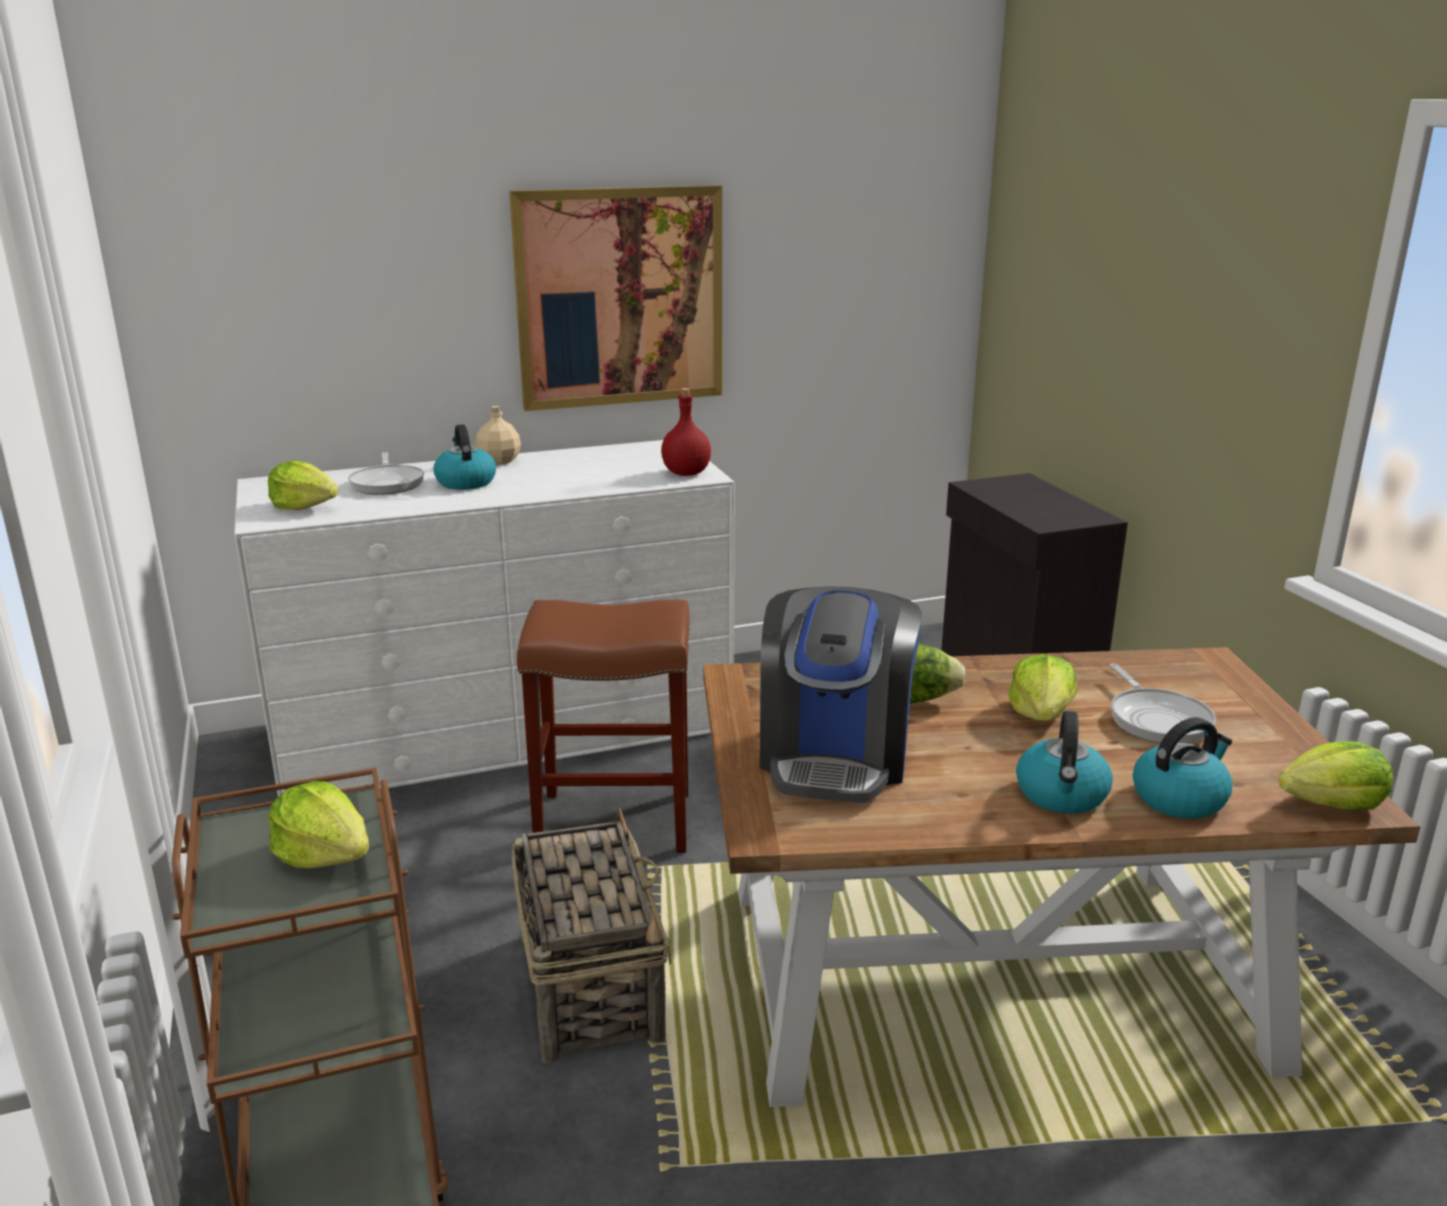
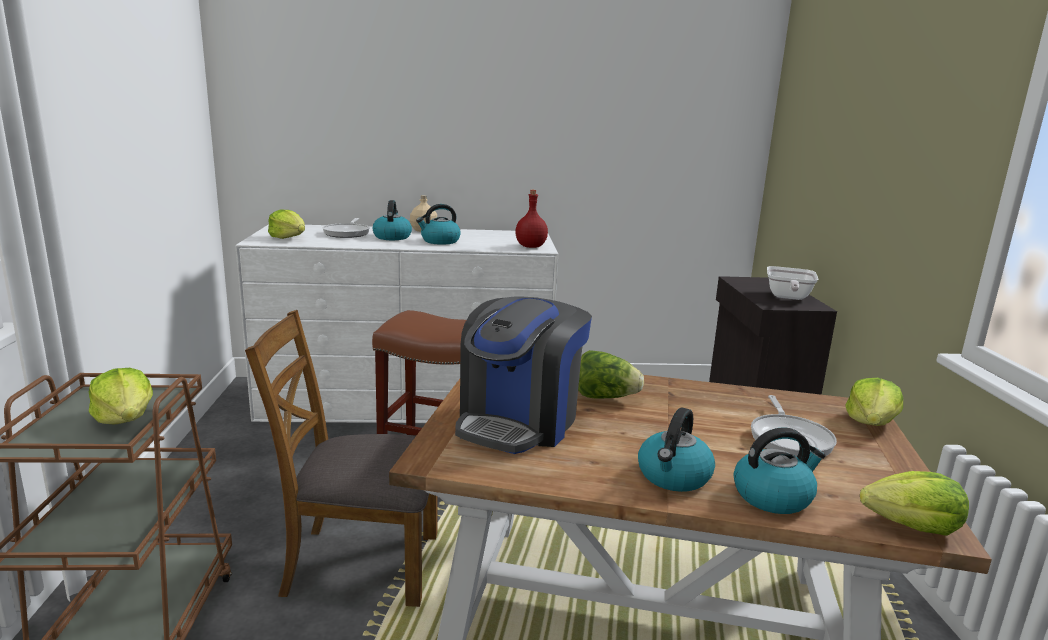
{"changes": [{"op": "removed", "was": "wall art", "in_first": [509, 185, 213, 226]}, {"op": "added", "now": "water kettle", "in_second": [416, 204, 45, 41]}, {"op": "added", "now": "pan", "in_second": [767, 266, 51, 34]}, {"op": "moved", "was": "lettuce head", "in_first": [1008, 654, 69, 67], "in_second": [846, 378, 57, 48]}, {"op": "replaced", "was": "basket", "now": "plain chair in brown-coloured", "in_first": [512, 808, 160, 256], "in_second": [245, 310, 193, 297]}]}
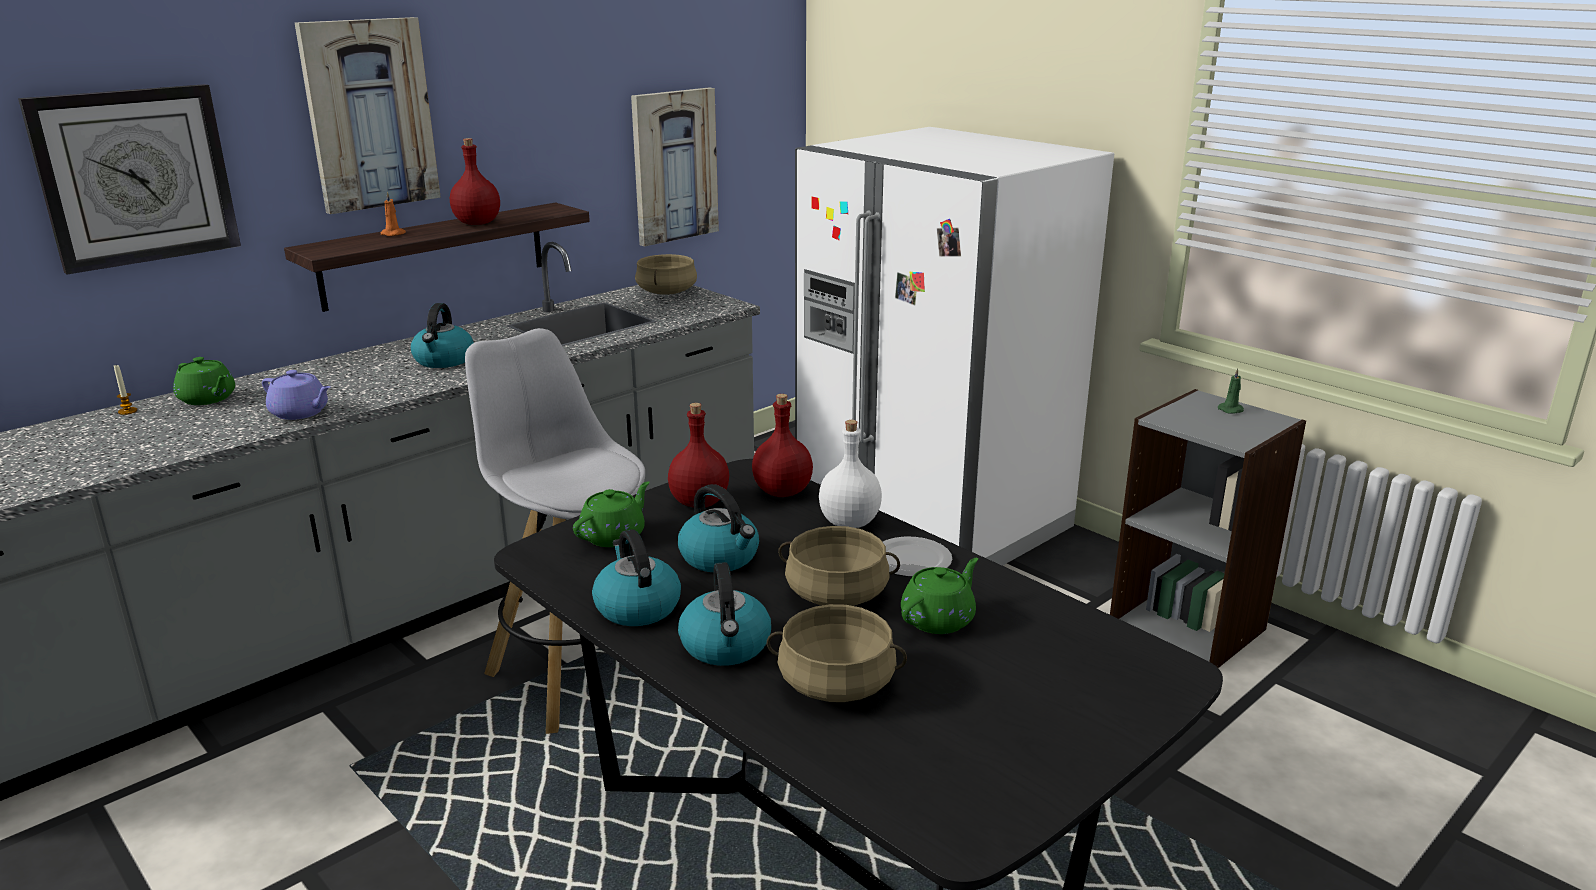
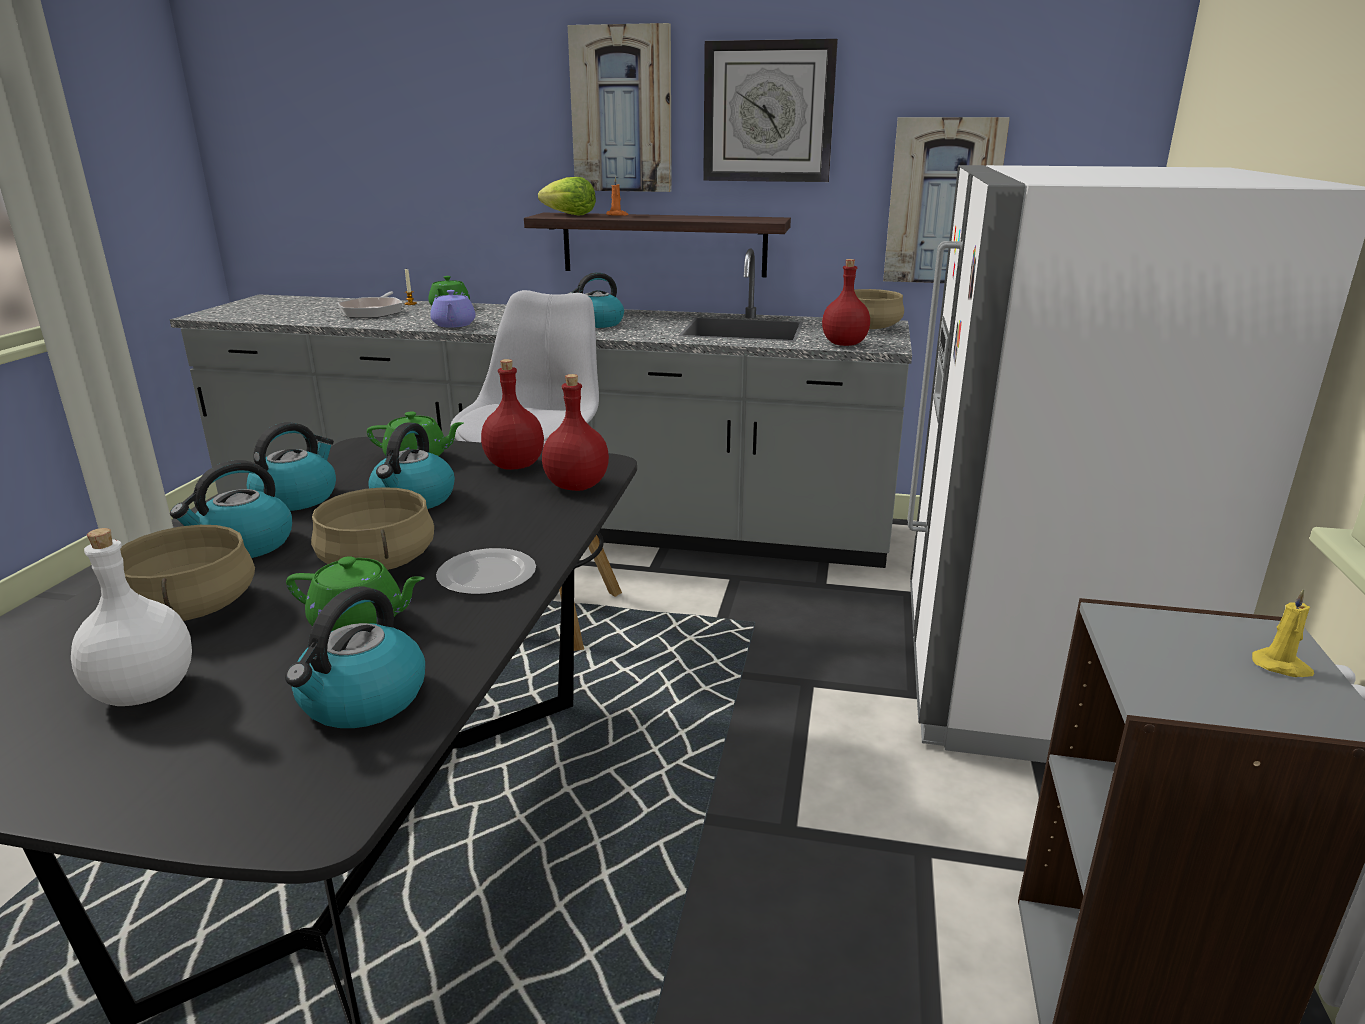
{"changes": [{"op": "added", "now": "water kettle", "in_second": [285, 587, 140, 141]}, {"op": "added", "now": "pan", "in_second": [338, 291, 64, 27]}, {"op": "added", "now": "lettuce head", "in_second": [538, 177, 58, 38]}, {"op": "moved", "was": "hanging clock", "in_first": [18, 84, 223, 190], "in_second": [703, 39, 135, 143]}, {"op": "moved", "was": "beverage bottle in red-coloured", "in_first": [450, 138, 50, 87], "in_second": [822, 259, 48, 87]}, {"op": "moved", "was": "beverage bottle in whitish", "in_first": [819, 420, 63, 108], "in_second": [71, 528, 121, 178]}, {"op": "recoloured", "was": "wax light in green-coloured", "now": "wax light in yellow-coloured", "in_first": [1218, 368, 26, 46], "in_second": [1252, 589, 62, 88]}]}
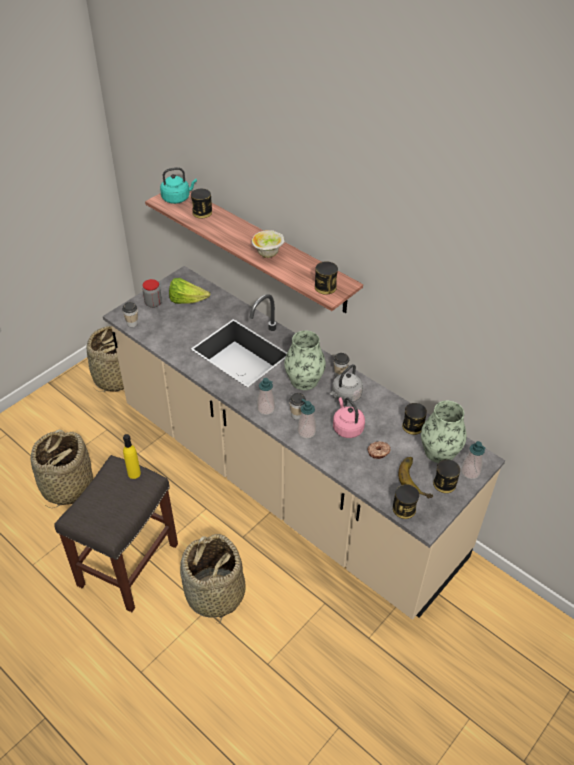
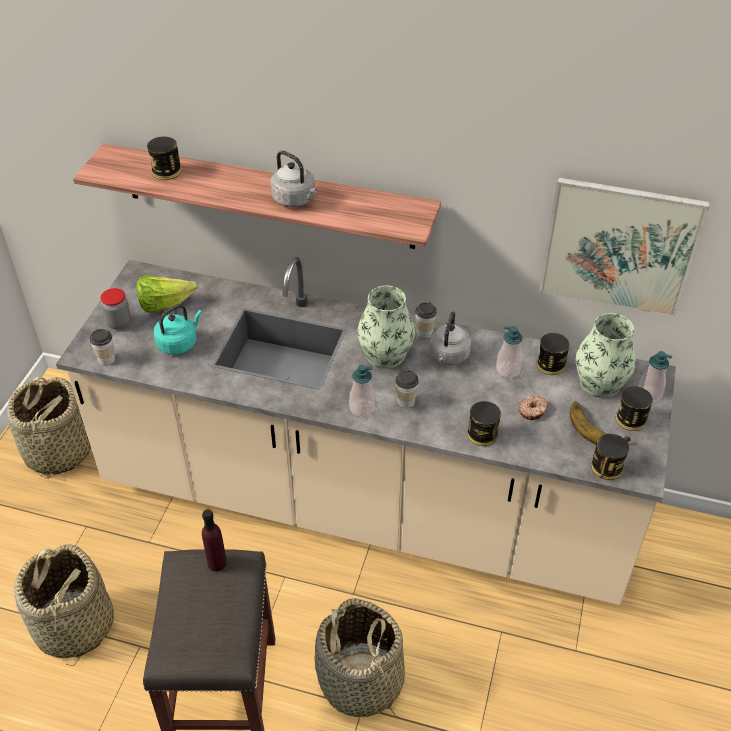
{"changes": [{"op": "removed", "was": "water kettle in pink", "in_first": [333, 397, 32, 41]}, {"op": "added", "now": "wall art", "in_second": [539, 177, 171, 141]}, {"op": "moved", "was": "water kettle in turquoise-coloured", "in_first": [160, 167, 37, 37], "in_second": [154, 304, 48, 51]}, {"op": "moved", "was": "soap bottle", "in_first": [297, 399, 19, 40], "in_second": [496, 326, 26, 52]}, {"op": "moved", "was": "can", "in_first": [315, 261, 23, 34], "in_second": [467, 401, 34, 45]}, {"op": "replaced", "was": "deep dish", "now": "water kettle in grey", "in_first": [252, 230, 33, 28], "in_second": [271, 150, 46, 57]}, {"op": "recoloured", "was": "beverage bottle in yellow-coloured", "now": "beverage bottle in purple", "in_first": [123, 434, 18, 45], "in_second": [202, 509, 25, 63]}]}
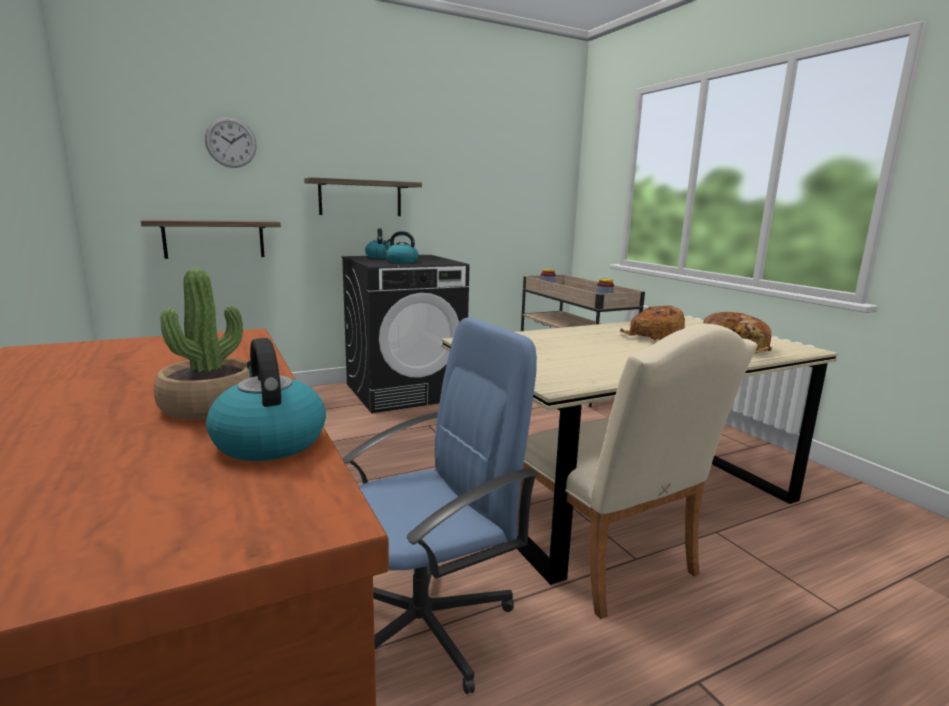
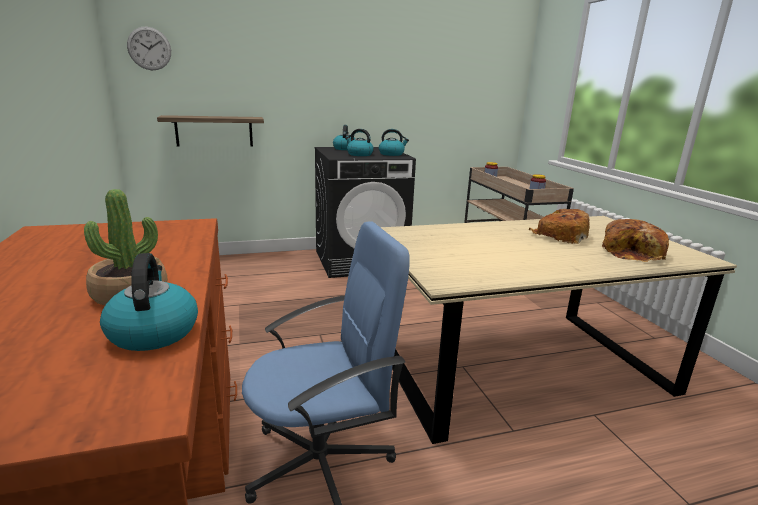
{"changes": [{"op": "removed", "was": "bracket shelf", "in_first": [304, 177, 118, 39]}, {"op": "removed", "was": "plain chair in beige-coloured", "in_first": [517, 324, 241, 295]}, {"op": "added", "now": "water kettle", "in_second": [379, 129, 30, 27]}, {"op": "moved", "was": "hanging clock", "in_first": [205, 117, 52, 51], "in_second": [127, 27, 44, 43]}]}
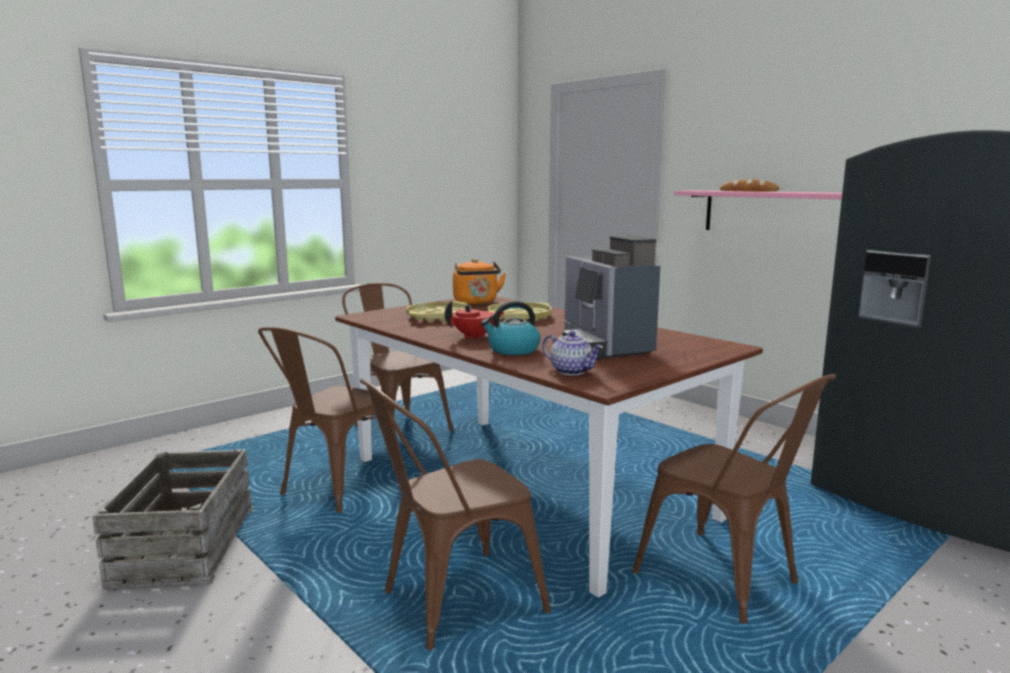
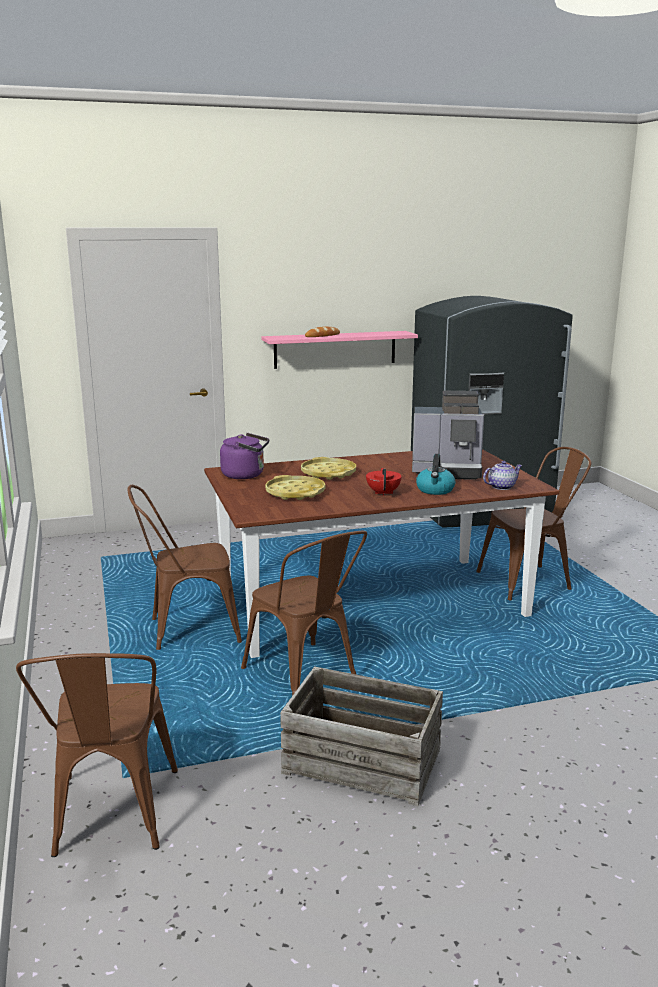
{"changes": [{"op": "moved", "was": "plain chair in brown-coloured", "in_first": [360, 378, 191, 272], "in_second": [16, 653, 162, 204]}, {"op": "recoloured", "was": "water kettle in orangey", "now": "water kettle in purple", "in_first": [453, 259, 53, 45], "in_second": [220, 433, 49, 46]}]}
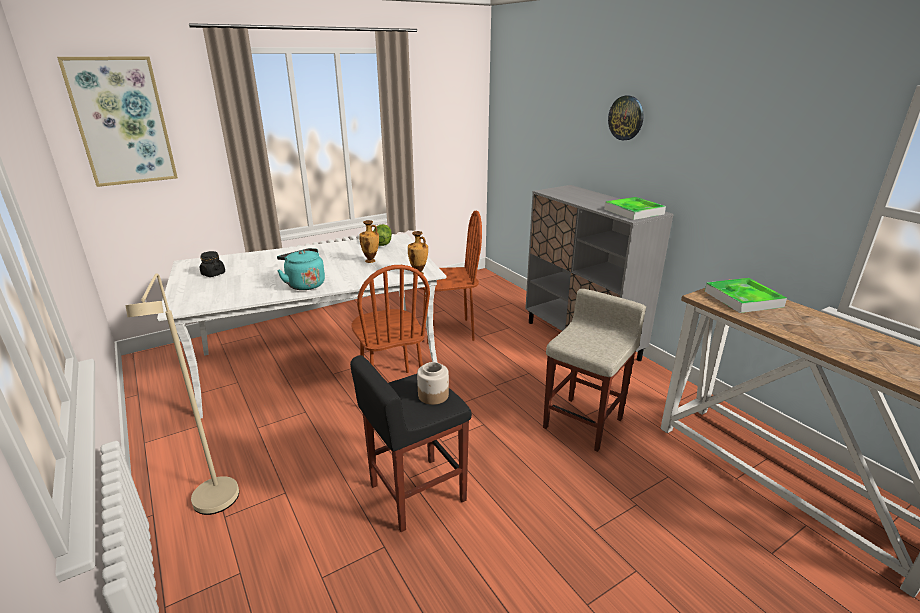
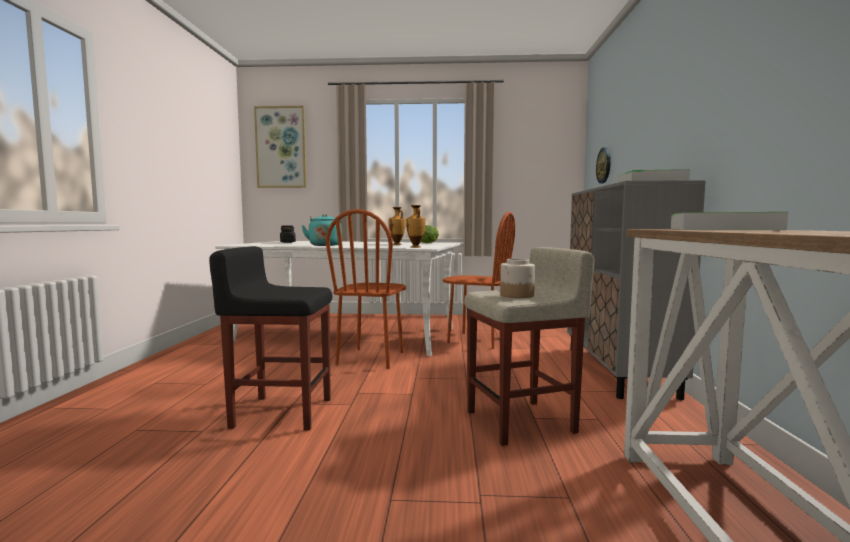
{"changes": [{"op": "removed", "was": "standard lamp in beige-coloured", "in_first": [125, 274, 114, 241]}, {"op": "moved", "was": "storage jar", "in_first": [417, 362, 32, 43], "in_second": [500, 259, 35, 39]}, {"op": "moved", "was": "hanging clock", "in_first": [608, 95, 36, 45], "in_second": [596, 148, 15, 36]}]}
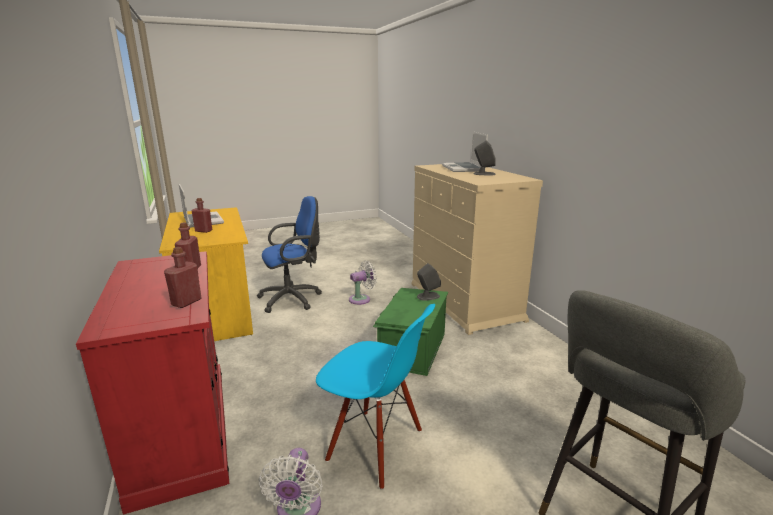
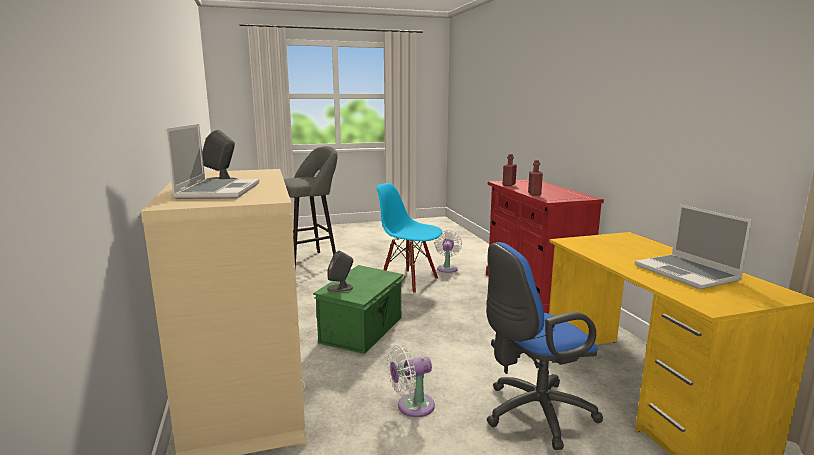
{"changes": [{"op": "removed", "was": "beverage bottle in red-coloured", "in_first": [192, 198, 20, 35]}]}
